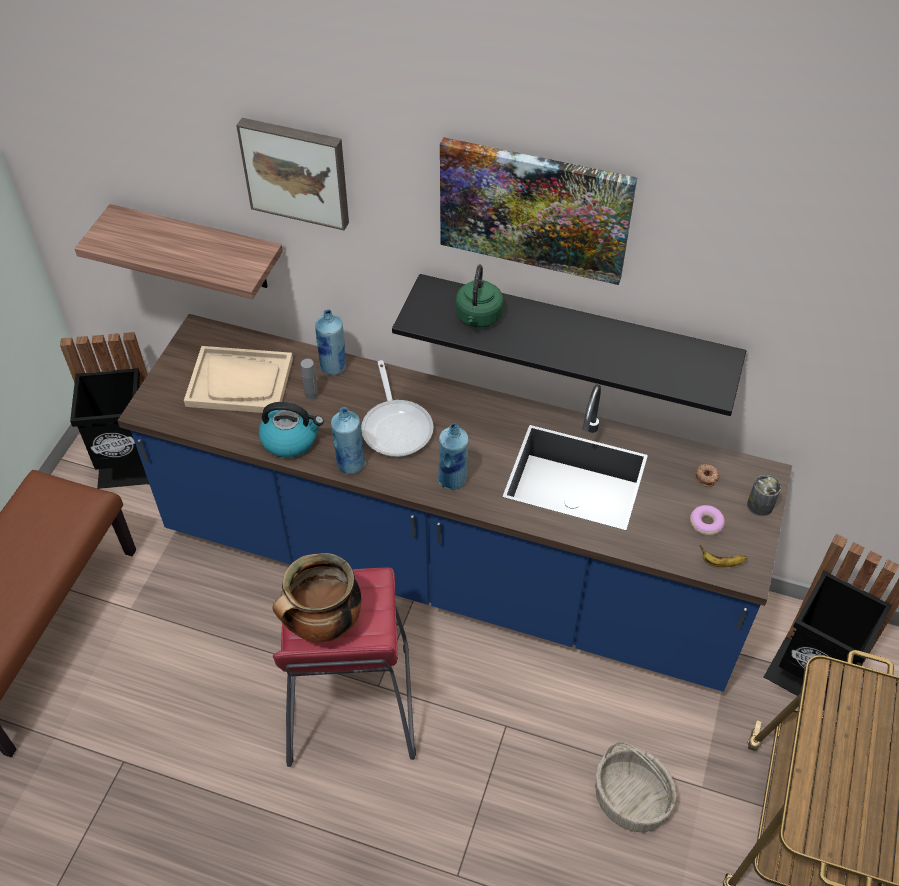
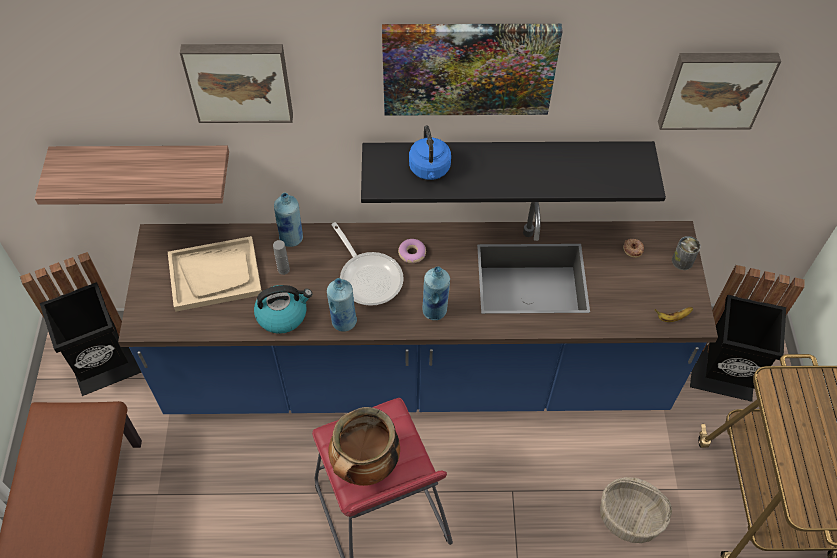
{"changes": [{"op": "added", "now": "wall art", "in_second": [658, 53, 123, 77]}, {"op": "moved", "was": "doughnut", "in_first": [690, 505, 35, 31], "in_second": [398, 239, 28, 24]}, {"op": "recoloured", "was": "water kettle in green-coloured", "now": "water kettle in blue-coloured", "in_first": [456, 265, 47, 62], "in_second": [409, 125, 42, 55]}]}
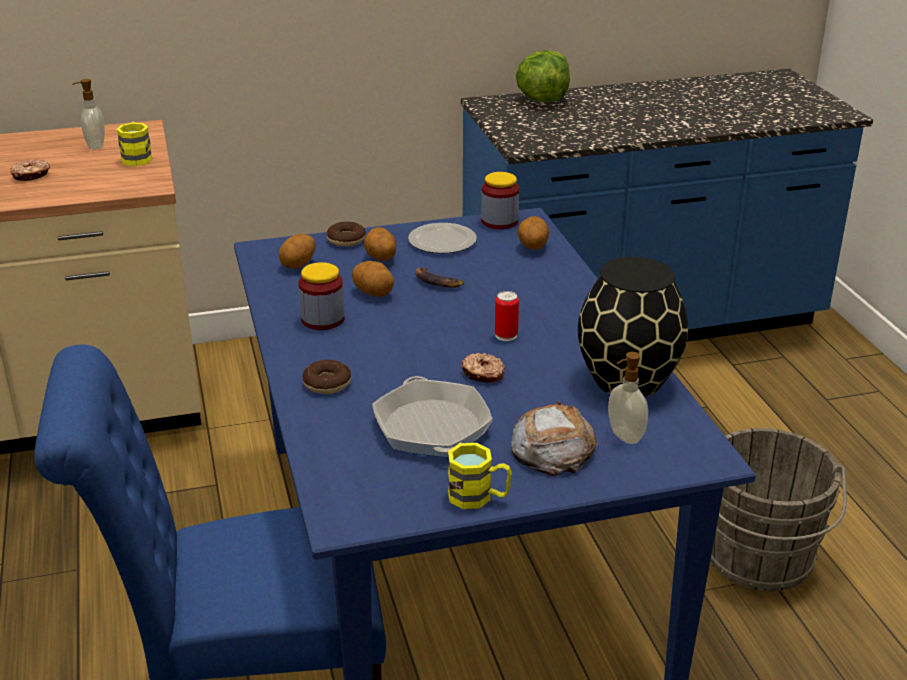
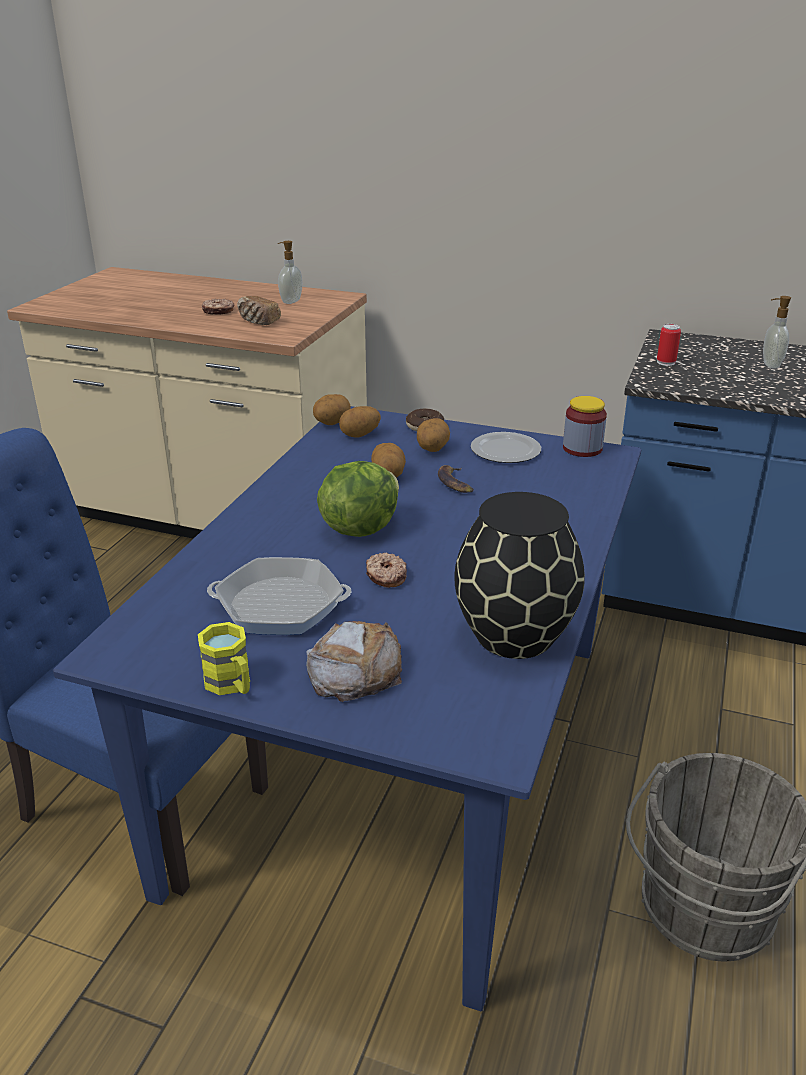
{"changes": [{"op": "removed", "was": "tea mug in yellow-coloured", "in_first": [116, 122, 37, 44]}, {"op": "removed", "was": "storage jar", "in_first": [299, 262, 46, 68]}, {"op": "removed", "was": "doughnut", "in_first": [302, 360, 49, 34]}, {"op": "added", "now": "bread", "in_second": [237, 296, 44, 29]}, {"op": "moved", "was": "can", "in_first": [495, 291, 24, 50], "in_second": [657, 324, 24, 42]}, {"op": "moved", "was": "lettuce head", "in_first": [516, 50, 54, 53], "in_second": [317, 461, 82, 76]}, {"op": "moved", "was": "whole potato", "in_first": [517, 216, 33, 34], "in_second": [313, 394, 38, 31]}, {"op": "moved", "was": "soap bottle", "in_first": [608, 352, 40, 92], "in_second": [763, 296, 28, 72]}, {"op": "turned", "was": "pan", "in_first": [372, 376, 121, 81], "in_second": [207, 557, 145, 78], "clockwise": 75}]}
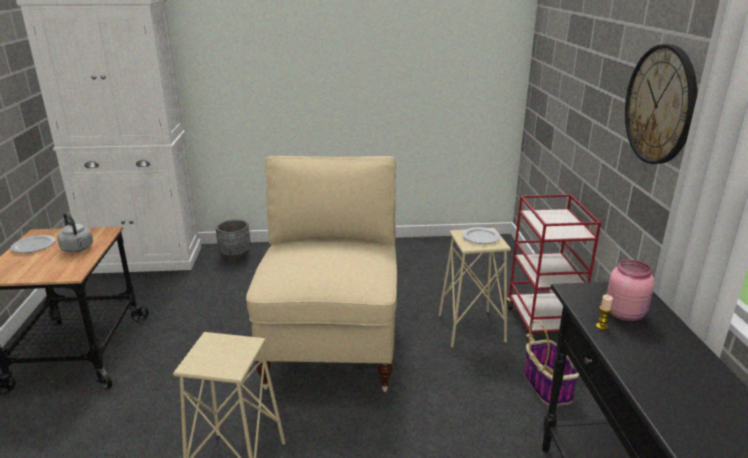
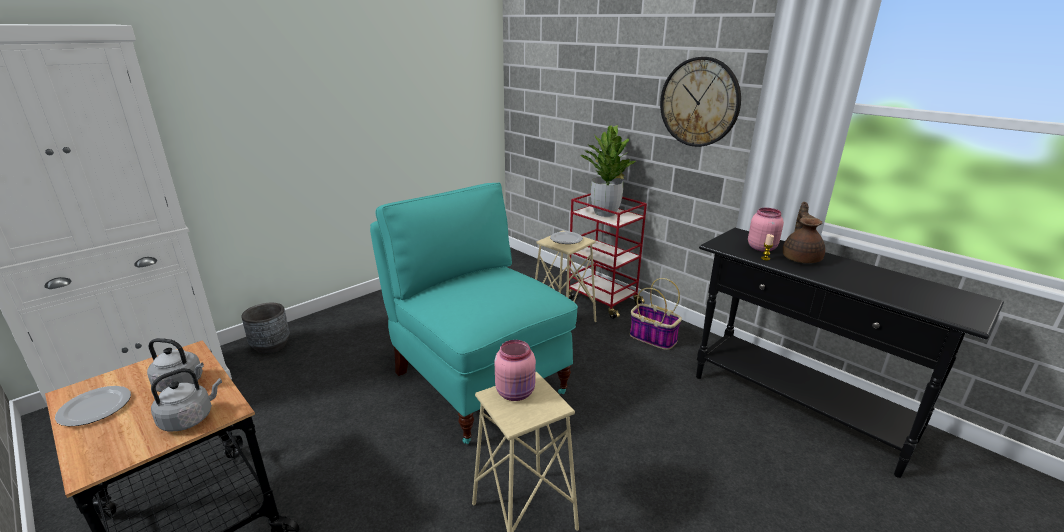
{"changes": [{"op": "added", "now": "water kettle in grey", "in_second": [151, 368, 71, 63]}, {"op": "added", "now": "storage jar in pink", "in_second": [495, 340, 41, 61]}, {"op": "added", "now": "potted plant", "in_second": [581, 125, 55, 92]}, {"op": "added", "now": "pot for tea in brown-coloured", "in_second": [783, 202, 42, 61]}, {"op": "recoloured", "was": "plain chair in beige-coloured", "now": "plain chair in turquoise-coloured", "in_first": [246, 156, 151, 236], "in_second": [370, 183, 208, 261]}]}
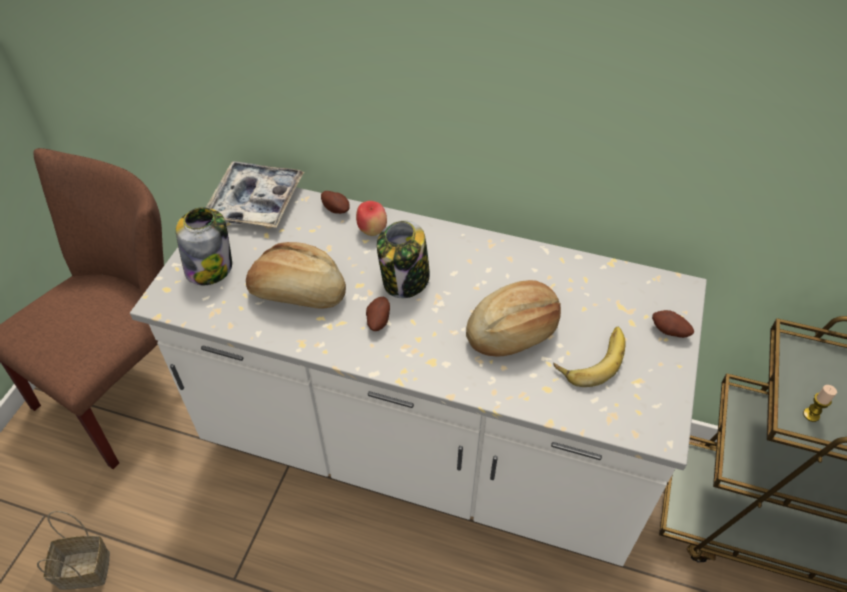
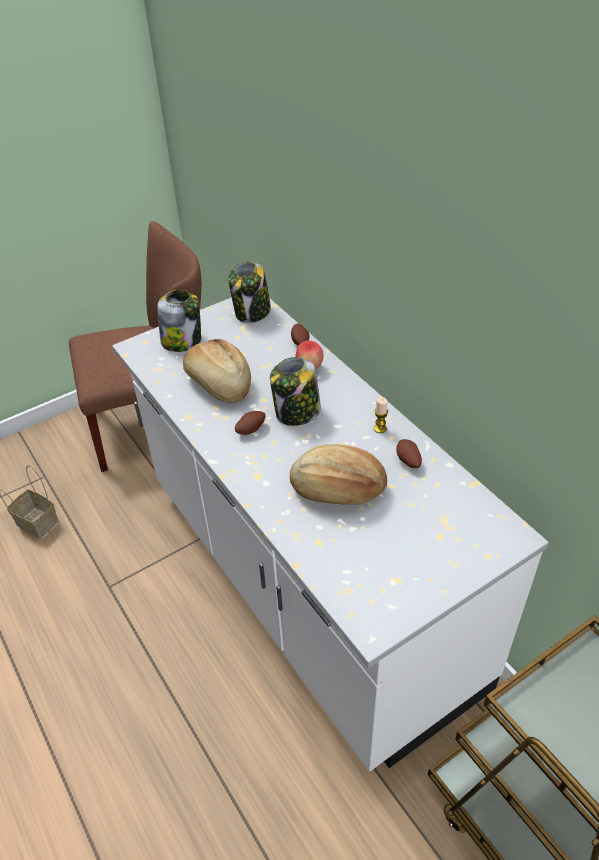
{"changes": [{"op": "removed", "was": "whole banana", "in_first": [554, 327, 72, 60]}, {"op": "moved", "was": "whole potato", "in_first": [652, 310, 42, 28], "in_second": [396, 439, 26, 29]}, {"op": "moved", "was": "wax light", "in_first": [803, 385, 34, 37], "in_second": [374, 397, 14, 36]}, {"op": "replaced", "was": "serving tray", "now": "storage jar", "in_first": [206, 161, 98, 67], "in_second": [228, 261, 43, 62]}]}
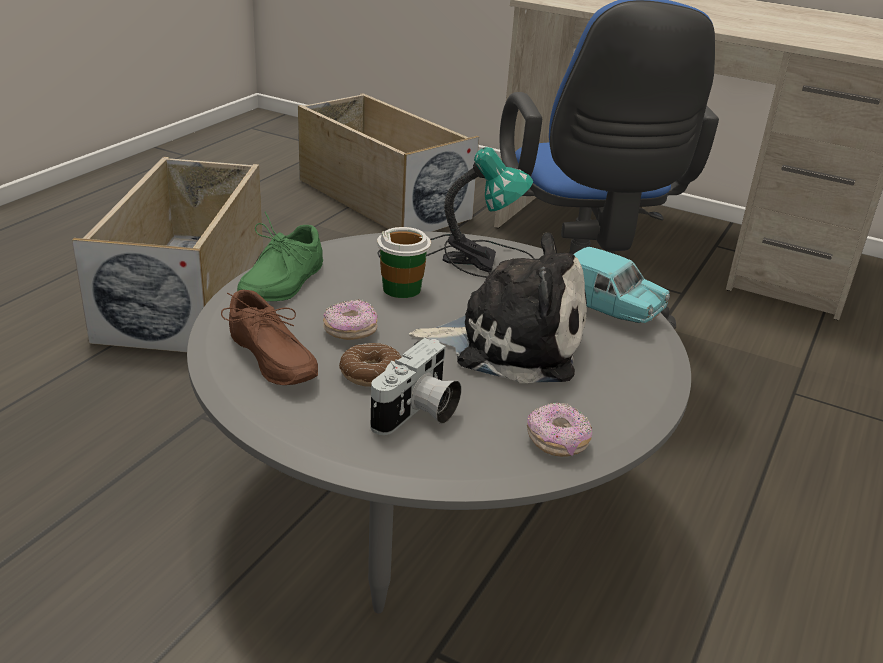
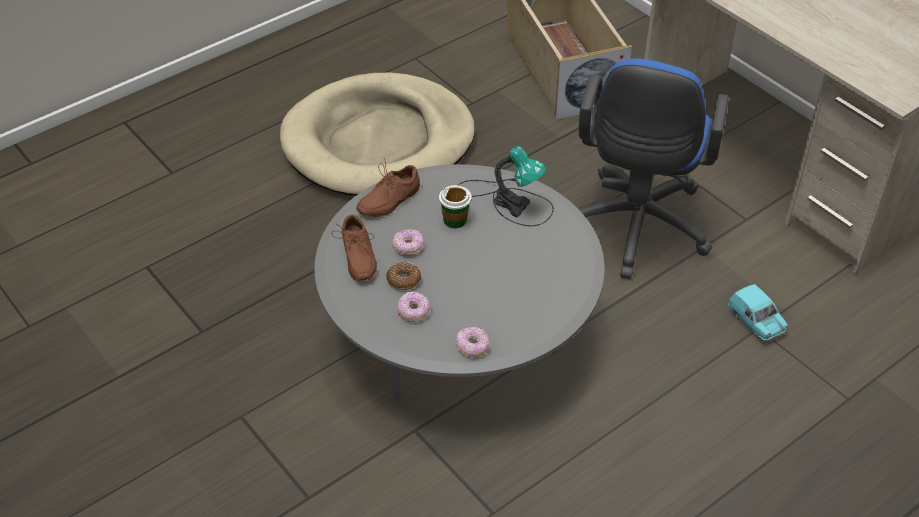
{"changes": [{"op": "removed", "was": "plush toy", "in_first": [409, 232, 178, 151]}, {"op": "moved", "was": "toy car in turquoise-coloured", "in_first": [573, 247, 97, 76], "in_second": [728, 284, 60, 57]}, {"op": "replaced", "was": "storage container in beige-coloured", "now": "pet bed in beige-coloured", "in_first": [72, 157, 191, 195], "in_second": [280, 73, 195, 123]}, {"op": "replaced", "was": "photo camera", "now": "doughnut", "in_first": [370, 338, 91, 97], "in_second": [397, 291, 33, 31]}, {"op": "recoloured", "was": "shoe in green-coloured", "now": "shoe in brown-coloured", "in_first": [237, 212, 86, 89], "in_second": [356, 158, 64, 59]}]}
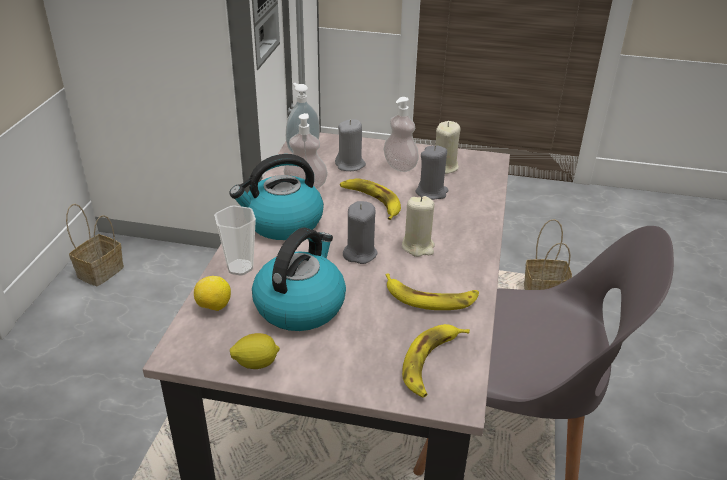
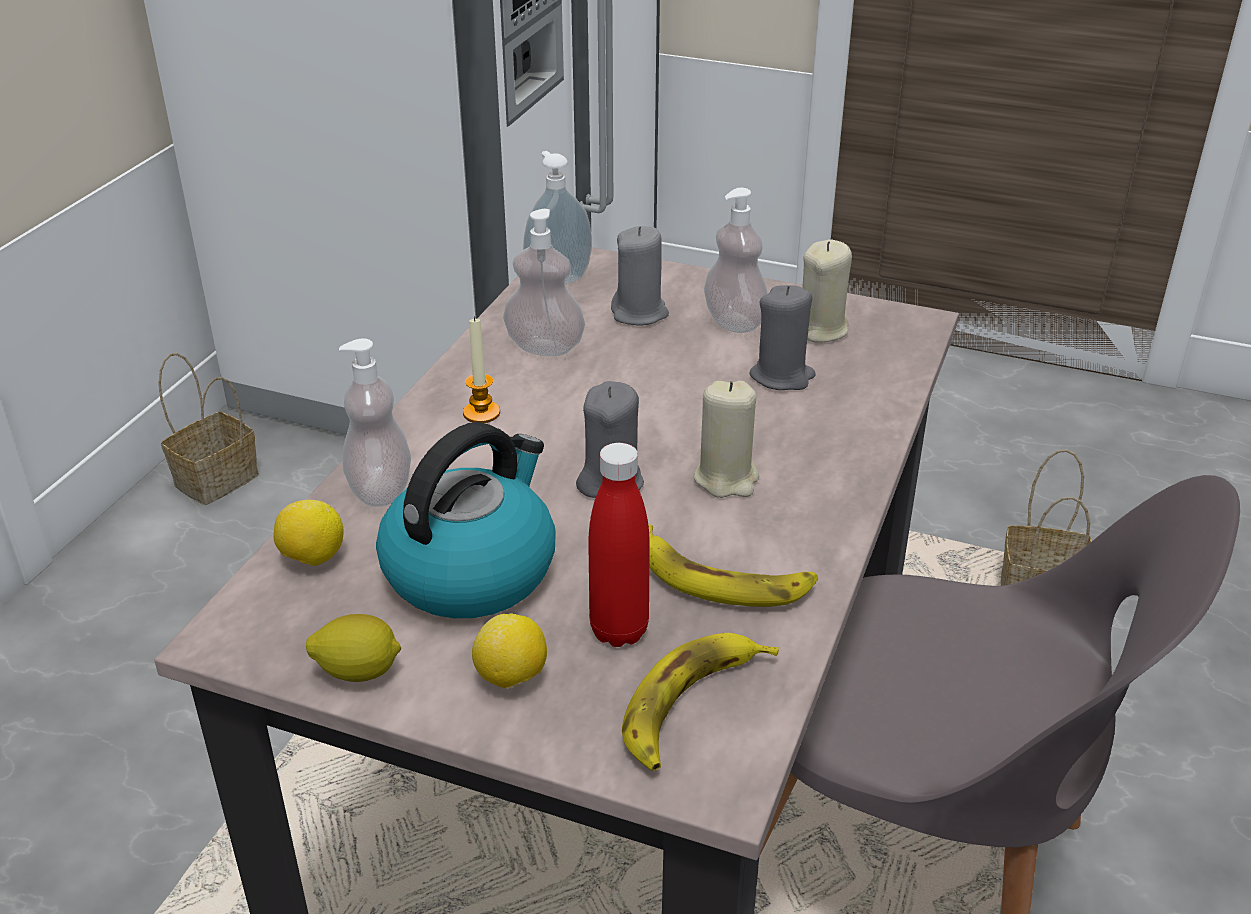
{"changes": [{"op": "removed", "was": "whole banana", "in_first": [340, 178, 61, 42]}, {"op": "added", "now": "citrus fruit", "in_second": [472, 613, 75, 76]}, {"op": "added", "now": "beverage bottle in red-coloured", "in_second": [588, 443, 62, 204]}, {"op": "replaced", "was": "drinking cup", "now": "soap bottle", "in_first": [214, 205, 42, 71], "in_second": [339, 338, 72, 169]}, {"op": "replaced", "was": "water kettle", "now": "wax light", "in_first": [229, 154, 95, 86], "in_second": [463, 316, 37, 107]}]}
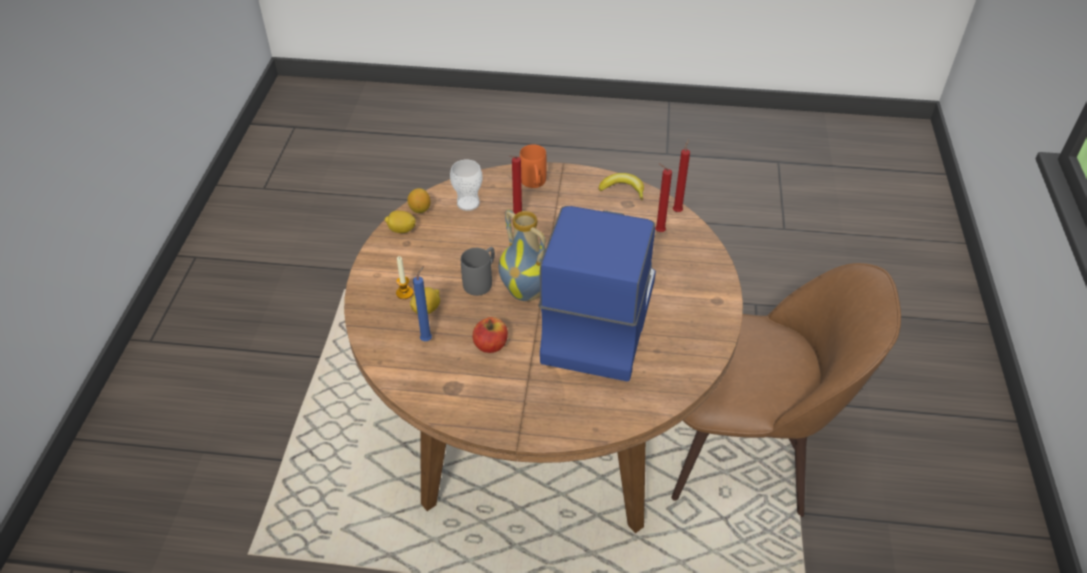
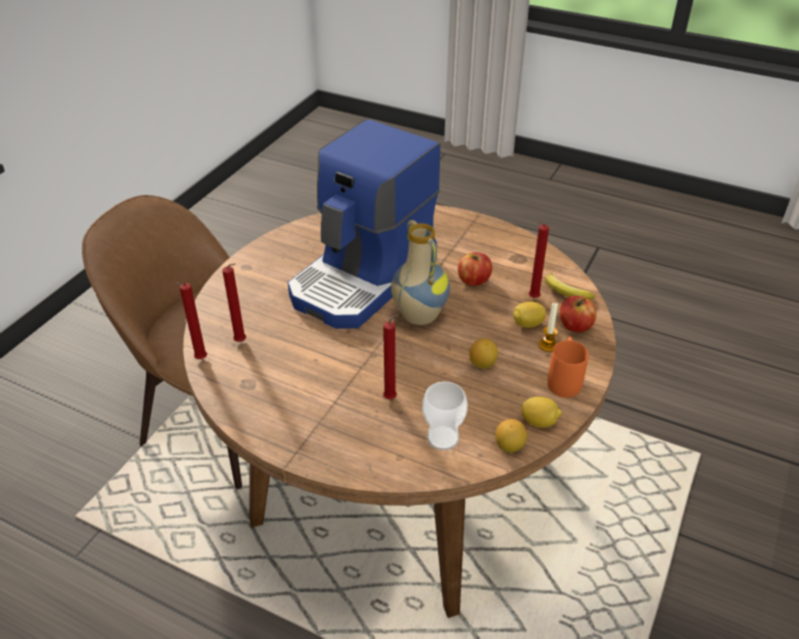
{"changes": [{"op": "removed", "was": "tea mug in grey", "in_first": [461, 247, 34, 49]}, {"op": "added", "now": "citrus fruit", "in_second": [469, 338, 29, 30]}, {"op": "added", "now": "apple fruit", "in_second": [560, 296, 36, 36]}, {"op": "moved", "was": "tea mug in orangey", "in_first": [520, 144, 27, 44], "in_second": [547, 337, 42, 60]}, {"op": "moved", "was": "whole banana", "in_first": [599, 173, 45, 27], "in_second": [545, 273, 50, 27]}, {"op": "recoloured", "was": "wax light in blue-coloured", "now": "wax light in red-coloured", "in_first": [413, 266, 19, 75], "in_second": [529, 222, 20, 76]}]}
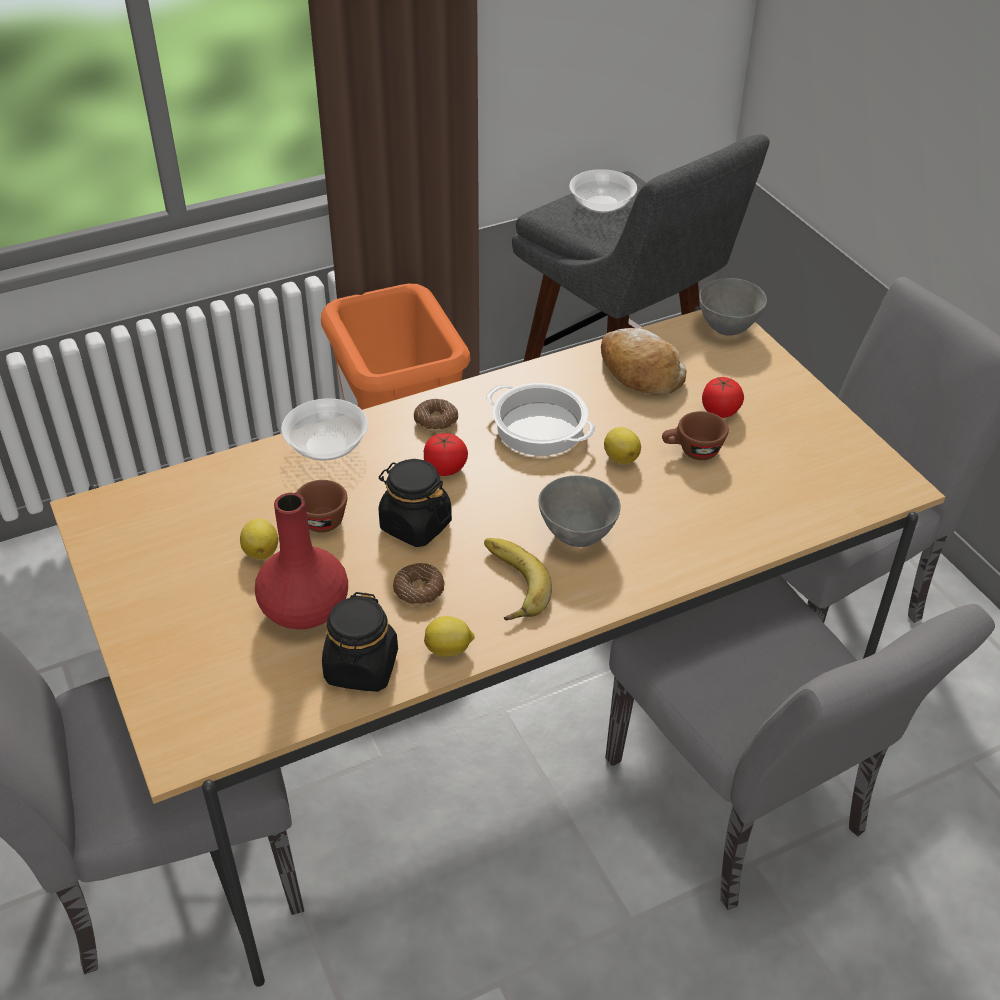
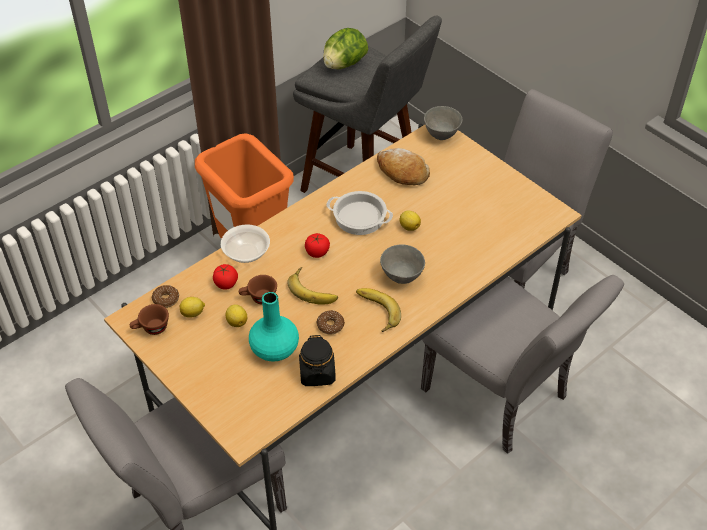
{"changes": [{"op": "moved", "was": "doughnut", "in_first": [414, 399, 44, 33], "in_second": [152, 285, 27, 23]}, {"op": "moved", "was": "citrus fruit", "in_first": [424, 616, 51, 41], "in_second": [180, 297, 25, 21]}, {"op": "moved", "was": "drinking cup in brown-coloured", "in_first": [662, 411, 67, 49], "in_second": [130, 304, 39, 31]}, {"op": "moved", "was": "tomato", "in_first": [702, 377, 42, 41], "in_second": [213, 264, 25, 26]}, {"op": "replaced", "was": "storage jar in black-coloured", "now": "whole banana", "in_first": [379, 459, 73, 88], "in_second": [287, 267, 51, 38]}, {"op": "replaced", "was": "deep dish", "now": "lettuce head", "in_first": [569, 169, 68, 44], "in_second": [323, 28, 45, 41]}, {"op": "recoloured", "was": "decorative vase in red-coloured", "now": "decorative vase in turquoise-coloured", "in_first": [255, 493, 93, 136], "in_second": [249, 292, 50, 70]}]}
